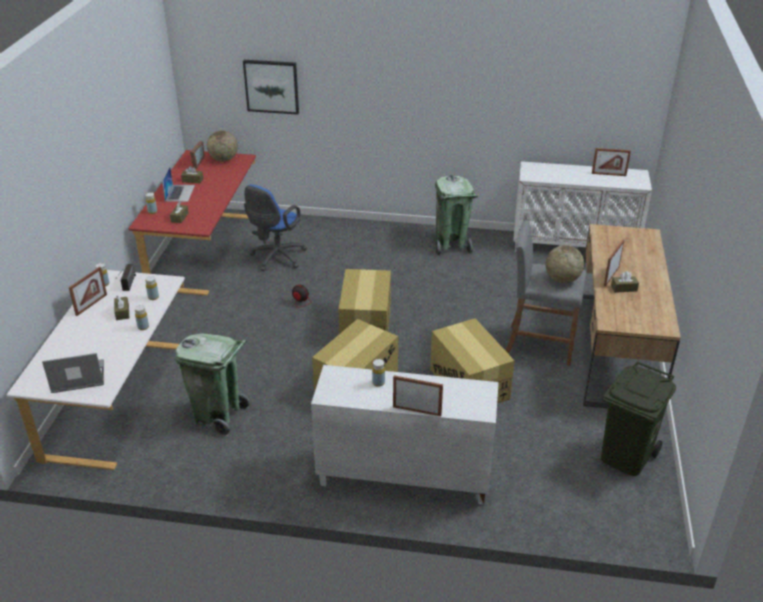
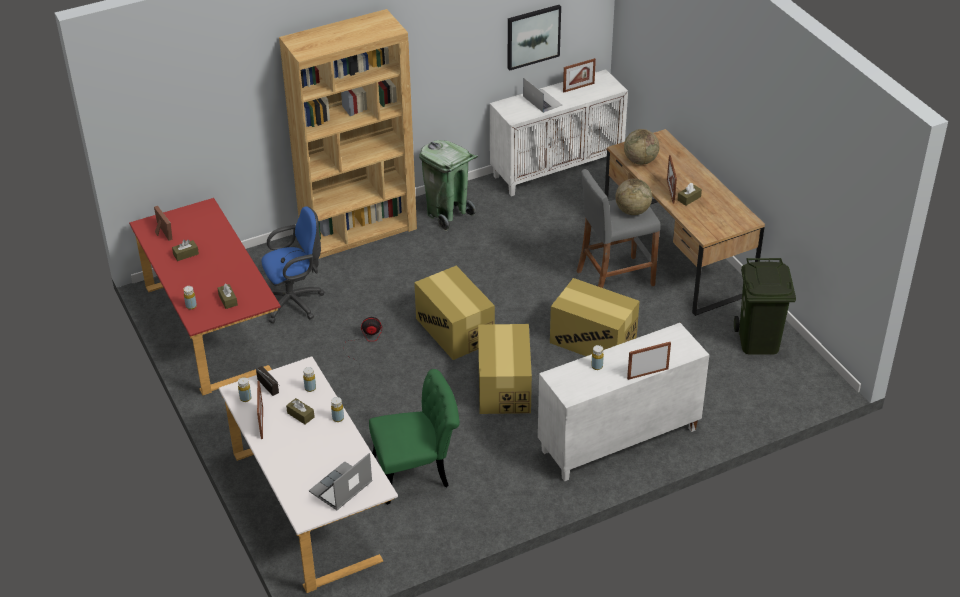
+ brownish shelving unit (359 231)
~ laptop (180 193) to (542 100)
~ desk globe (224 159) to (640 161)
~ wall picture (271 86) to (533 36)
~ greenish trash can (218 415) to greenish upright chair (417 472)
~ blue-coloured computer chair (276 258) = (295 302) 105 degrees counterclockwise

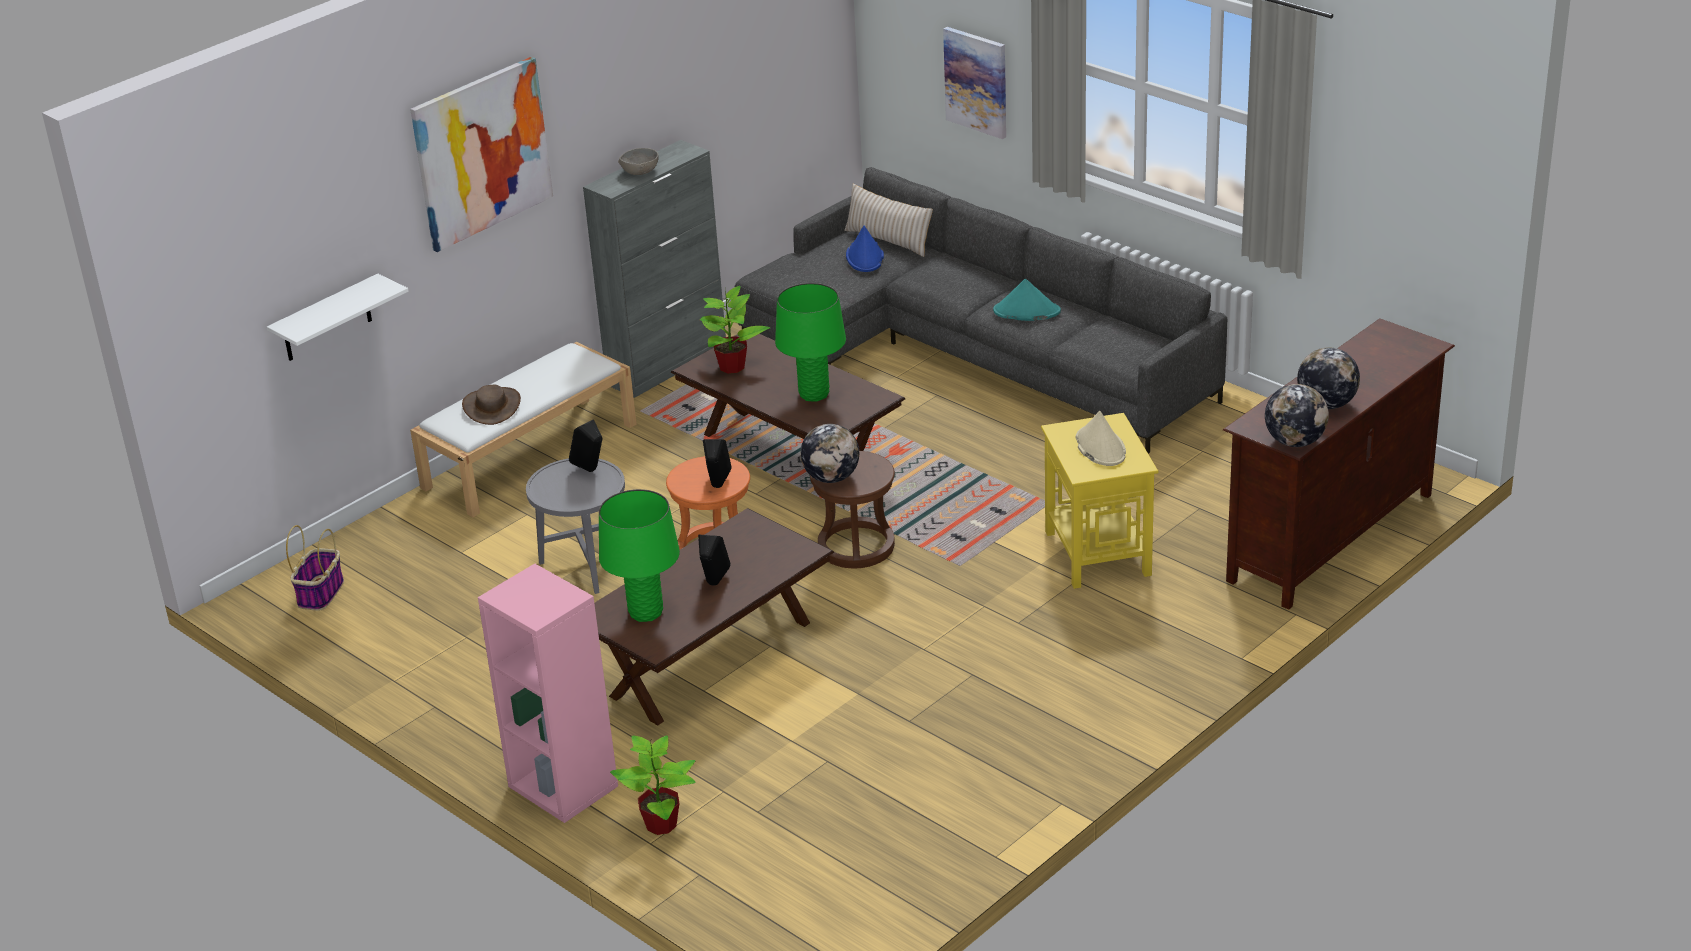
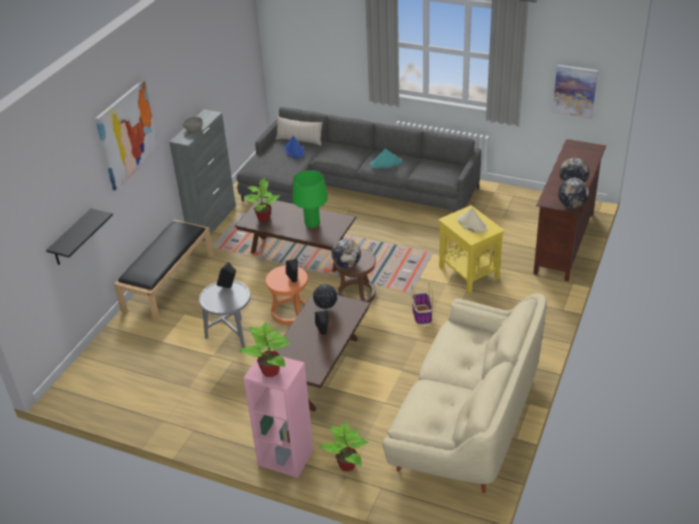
- brownish wearable hat (492 406)
- greenish lamp for a table (646 613)
+ potted plant (271 371)
+ desk globe (326 308)
+ sand-coloured sofa (465 418)
~ basket (320 593) to (421 314)
~ wall picture (976 82) to (575 91)
~ whitish bracket shelf (326 319) to black bracket shelf (71 238)
~ whitish bench (530 455) to black bench (169 281)

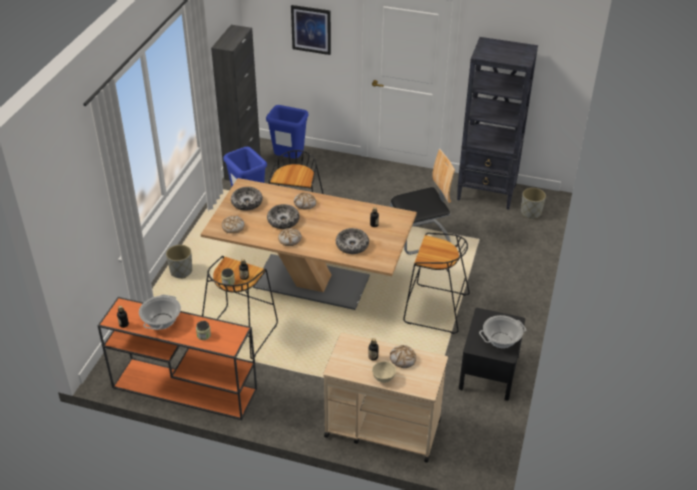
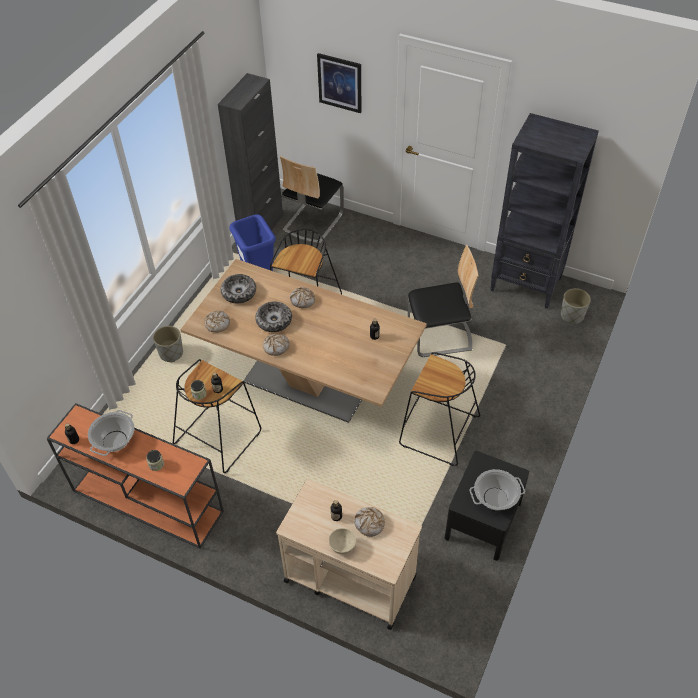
- serving bowl (352 245)
~ blue-coloured trash can (288 160) to upright chair (312 222)

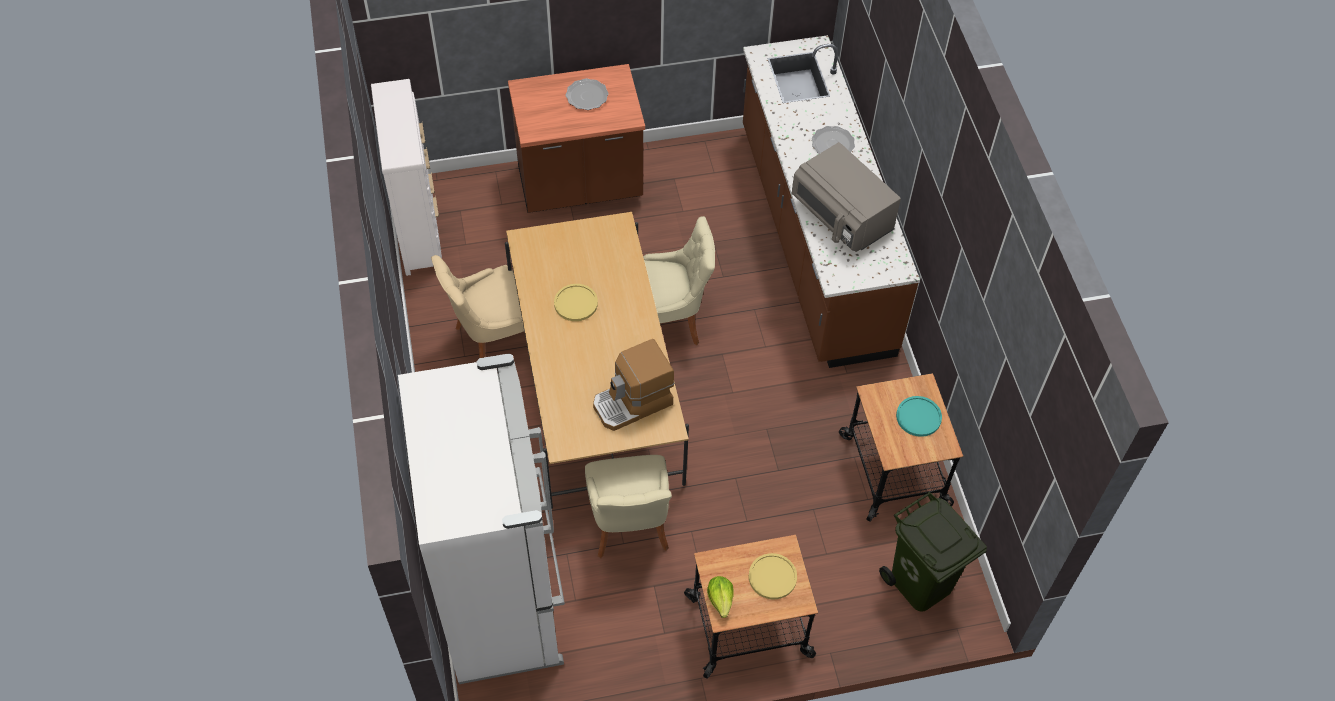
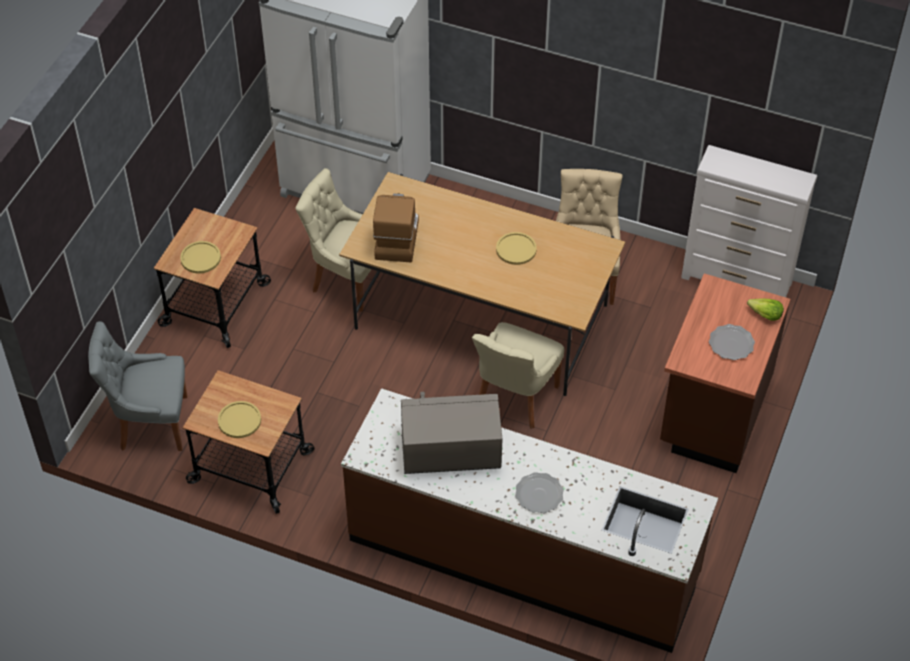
~ lettuce head (721 600) to (765 315)
~ greenish trash can (920 583) to gray upright chair (150 423)
~ turquoise plate (918 417) to yellow plate (239 420)

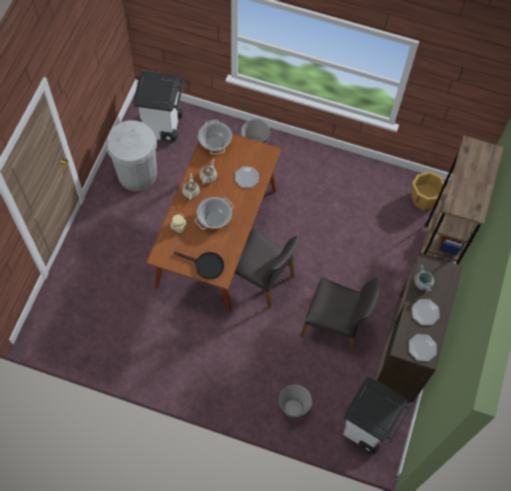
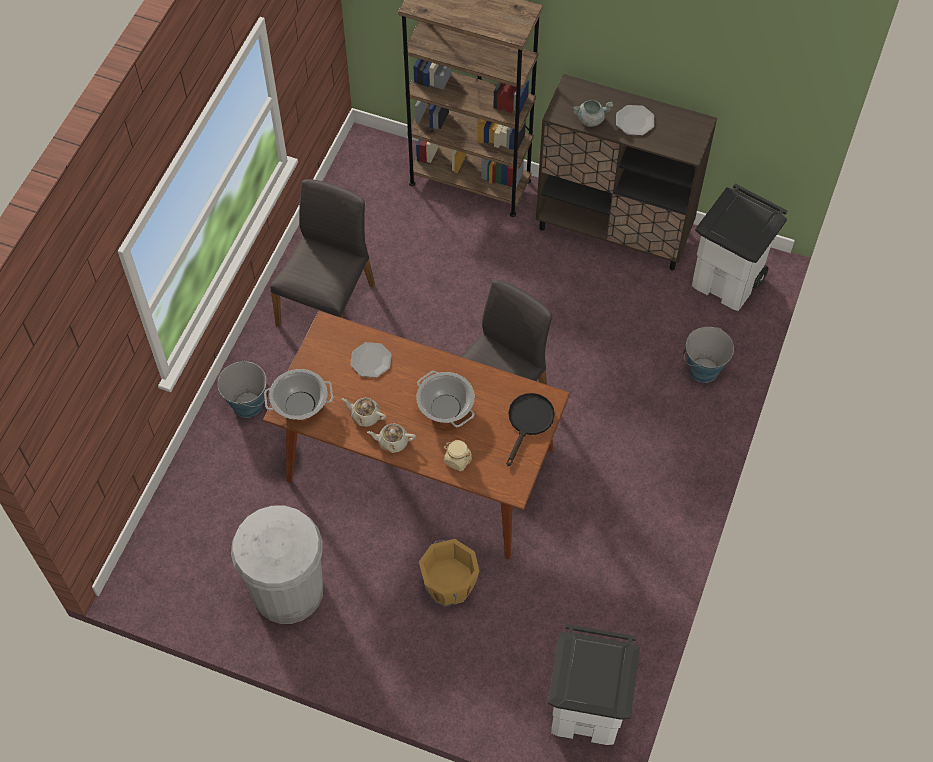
- plate (422 348)
~ whitish trash can (163 127) to (587 710)
~ gray upright chair (335 324) to (328 304)
~ orange bucket (423 198) to (448 585)

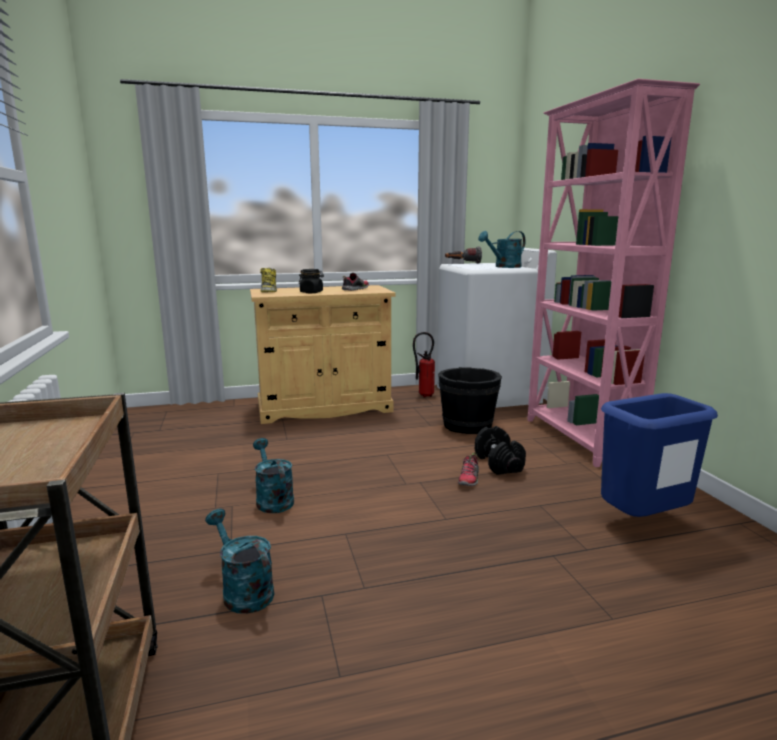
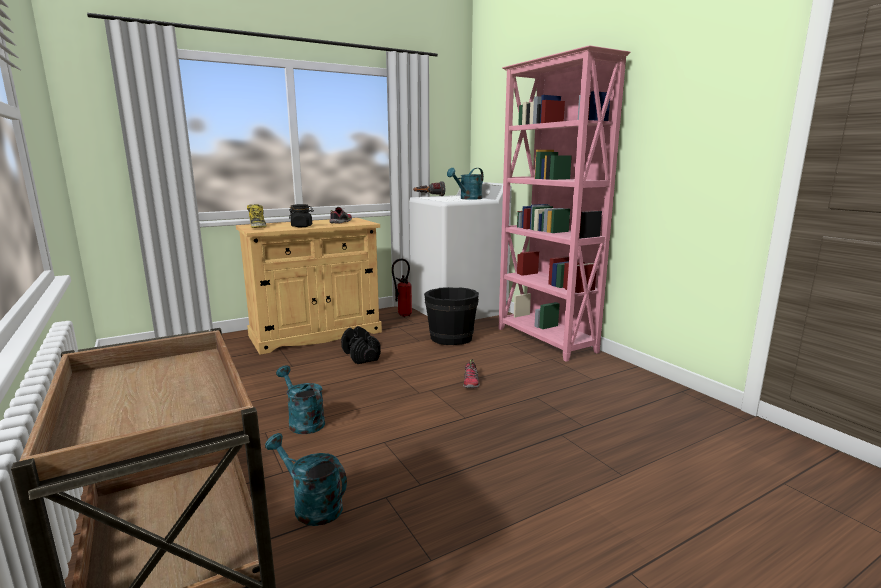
- blue-coloured trash can (643 523)
~ black hand weight (499 463) to (361 356)

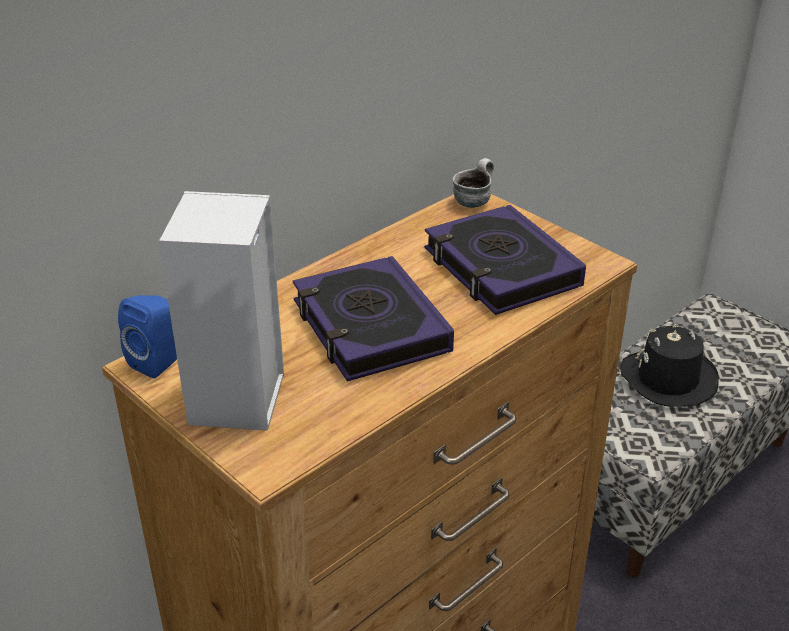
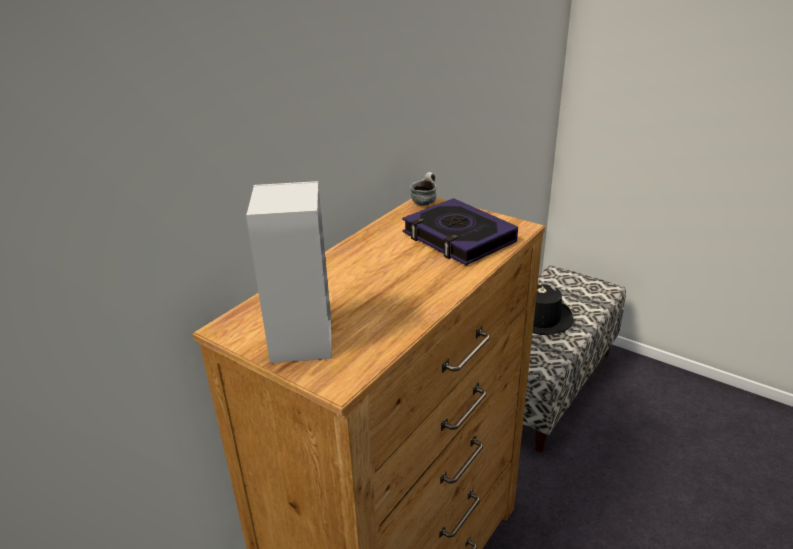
- blue-coloured loudspeaker (160 361)
- book (370 327)

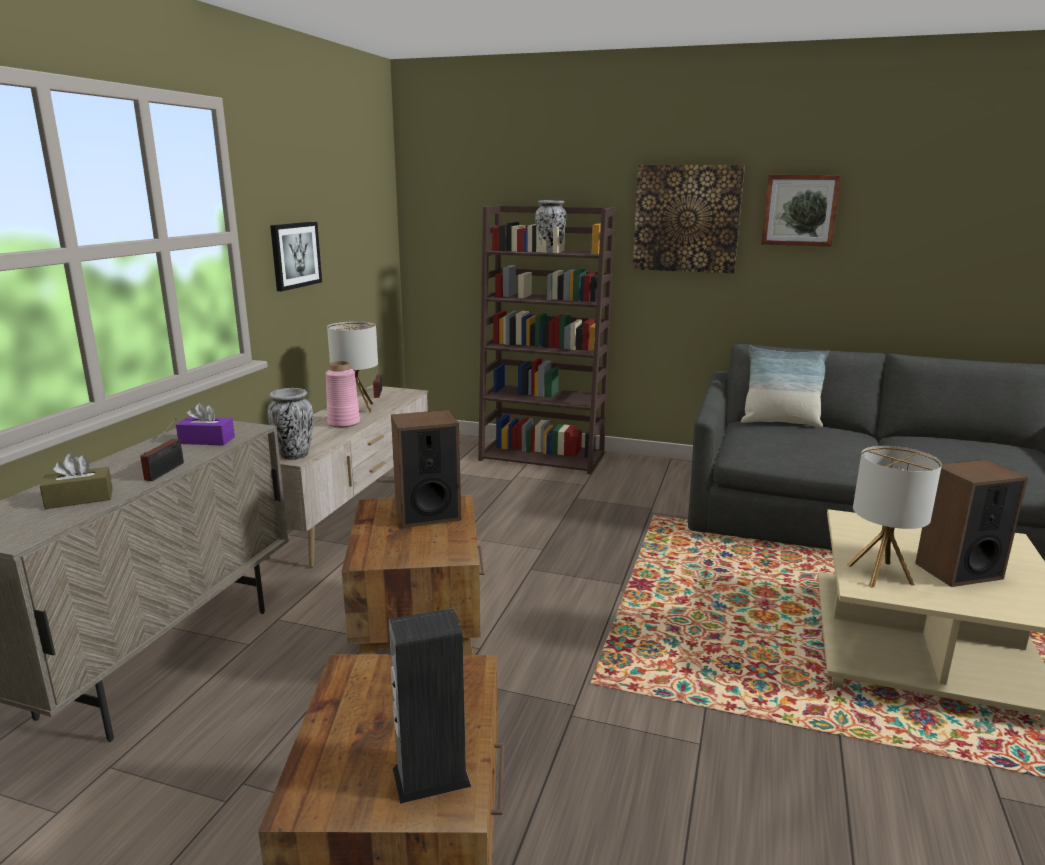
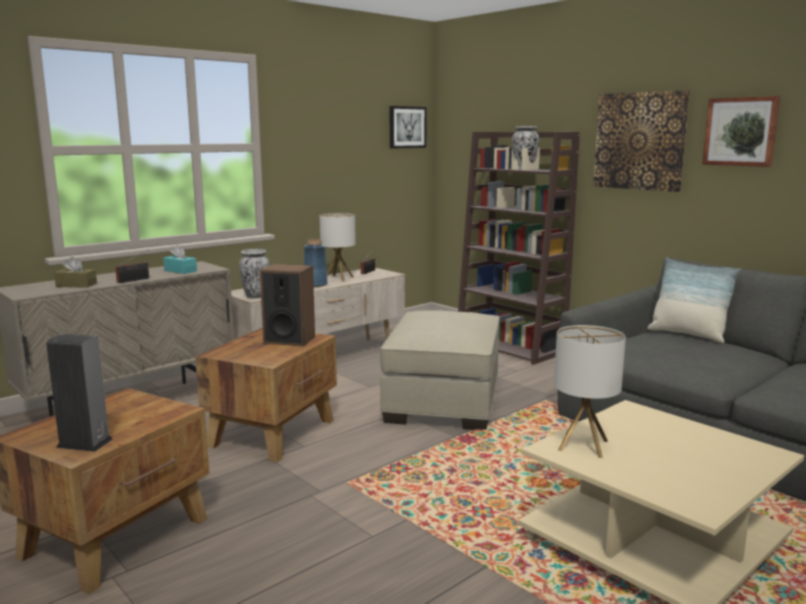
- loudspeaker (958 571)
+ sand-coloured ottoman (443 400)
~ wall picture (295 255) to (407 127)
~ purple tissue box (207 440) to turquoise tissue box (180 271)
~ pink decorative vase (343 423) to blue-coloured decorative vase (315 284)

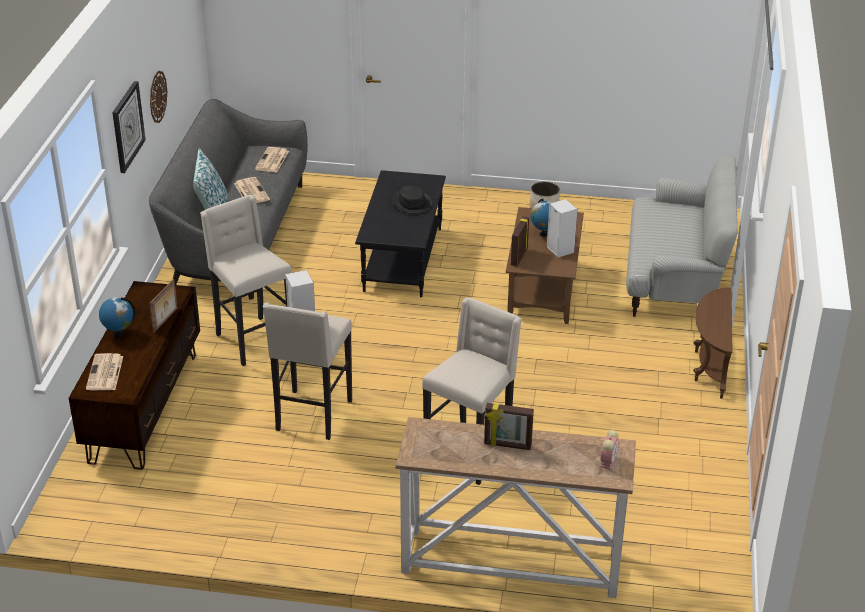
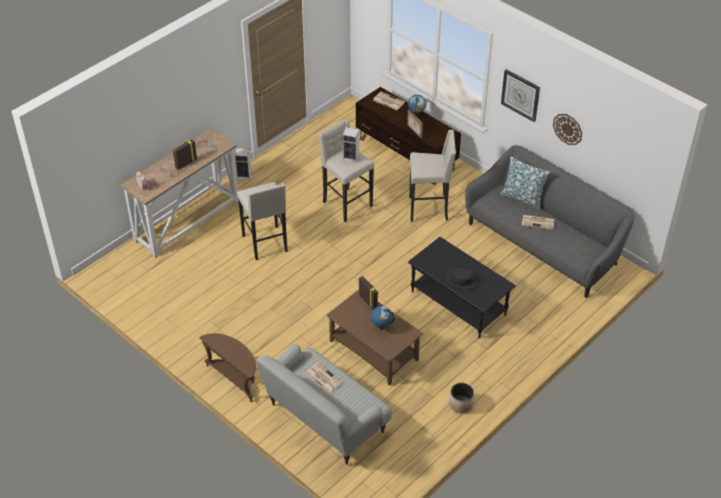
~ daily paper (272 161) to (323 377)
~ loudspeaker (559 249) to (245 175)

